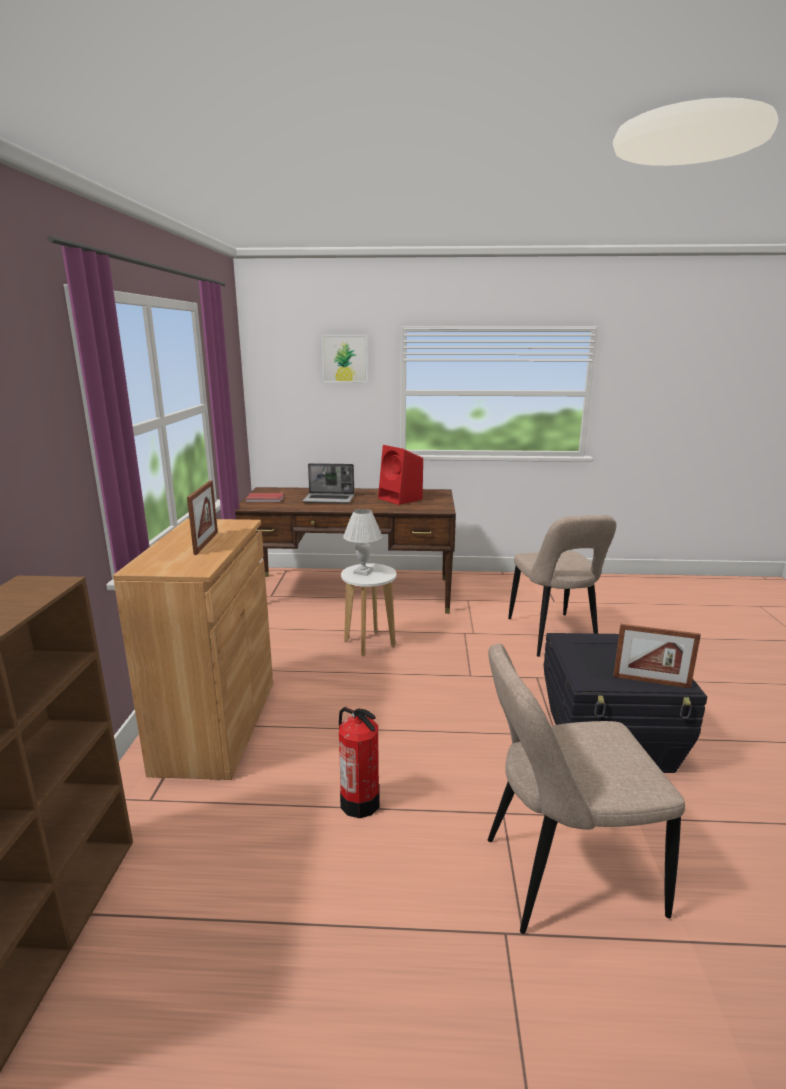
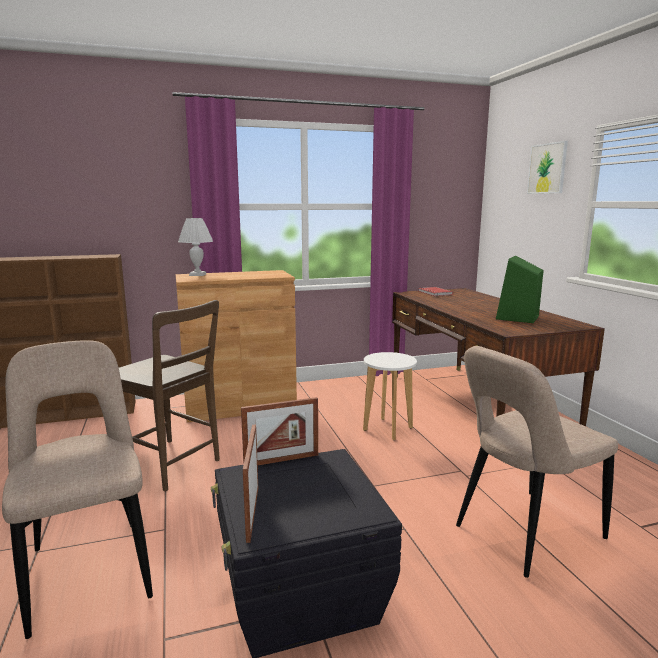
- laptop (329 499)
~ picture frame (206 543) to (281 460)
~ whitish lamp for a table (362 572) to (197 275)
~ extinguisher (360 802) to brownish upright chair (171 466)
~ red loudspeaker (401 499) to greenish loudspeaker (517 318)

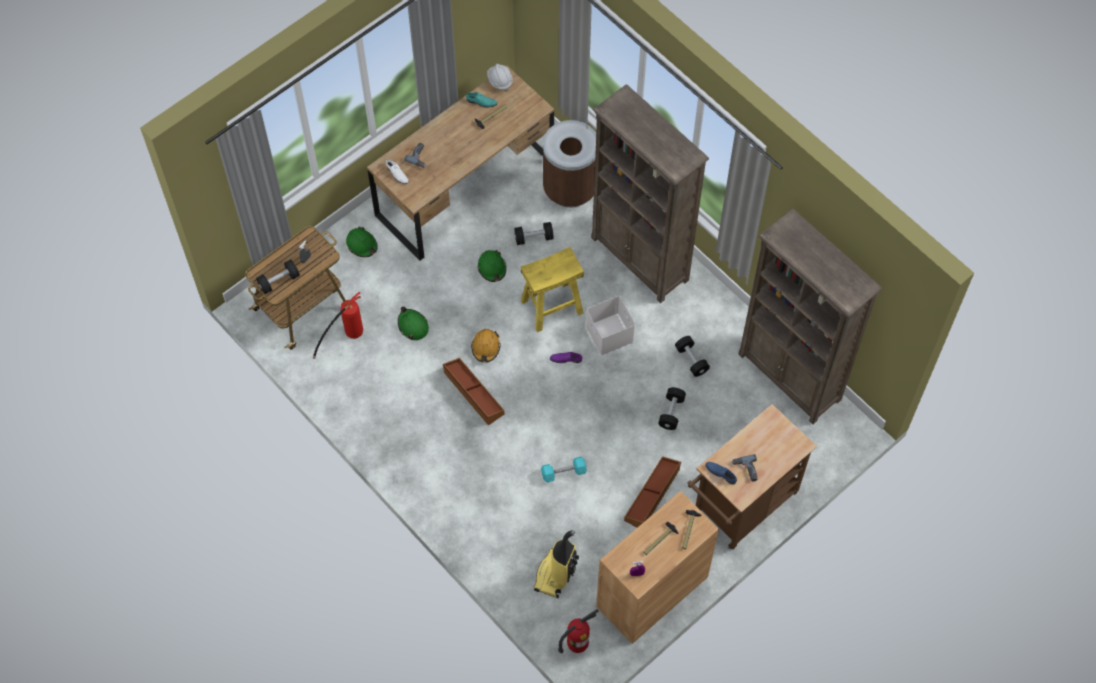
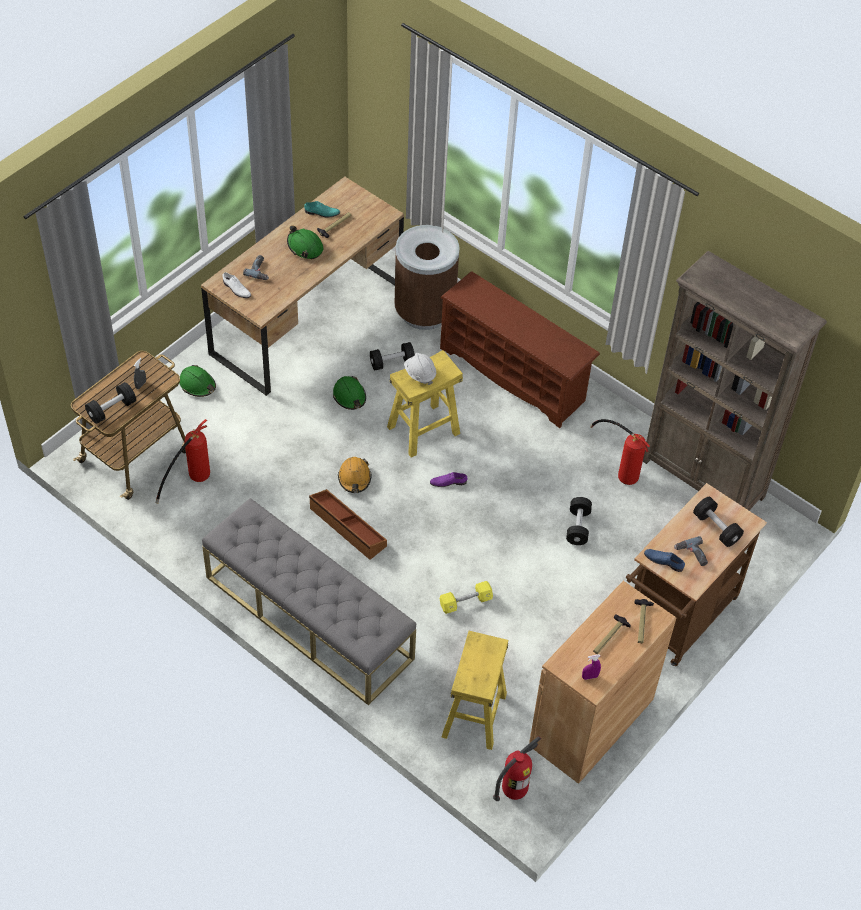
- whitish storage box (610 334)
- brownish storage box (653 495)
+ gray bench (308 617)
+ extinguisher (620 469)
~ greenish hard hat (413 326) to (305 247)
~ whitish hard hat (500 81) to (420 374)
~ black hand weight (691 360) to (716 528)
~ vacuum cleaner (555 575) to yellow sitting stool (474 715)
~ brownish shelving unit (640 259) to brownish shoe stand (514 374)
~ turquoise hand weight (563 472) to yellow hand weight (465 602)

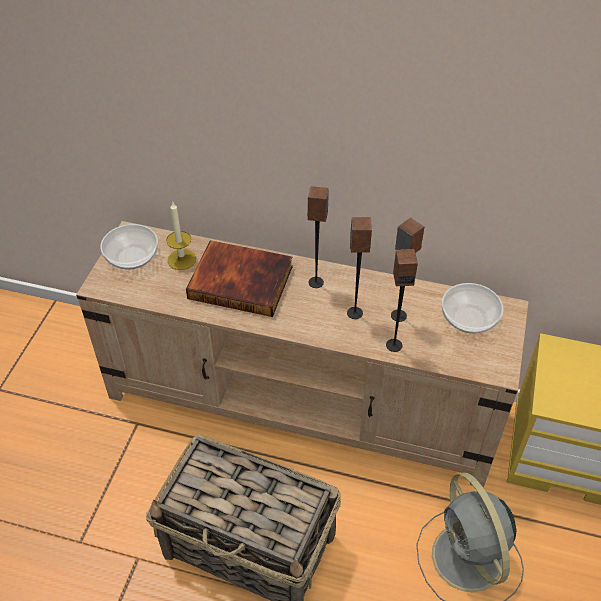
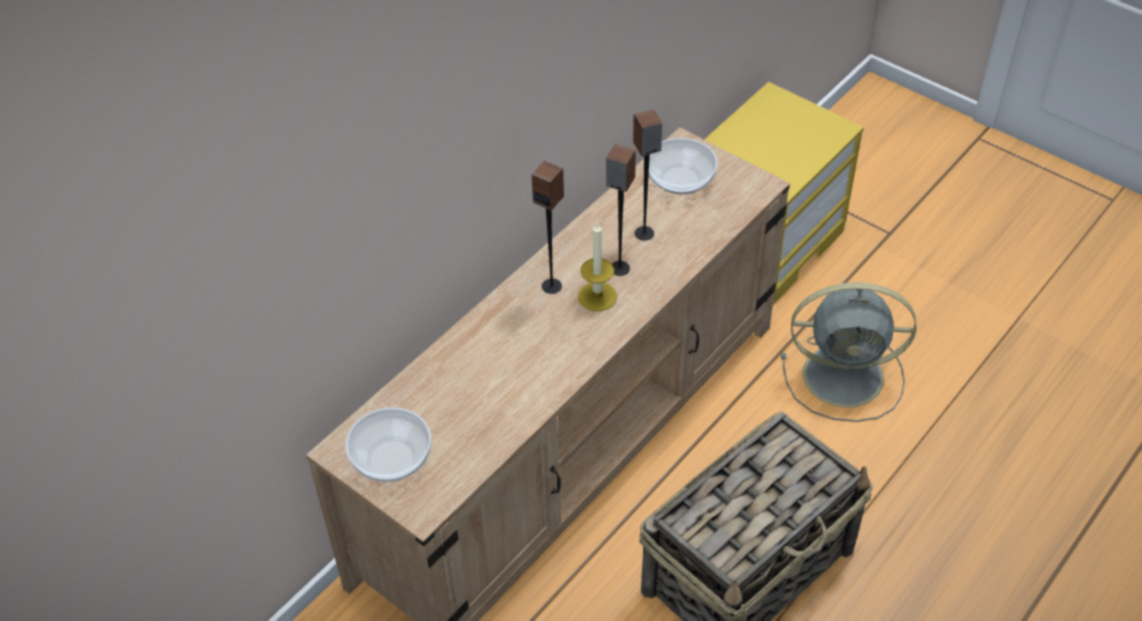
- book (242 281)
- loudspeaker (394 345)
~ candle (181 259) to (597 296)

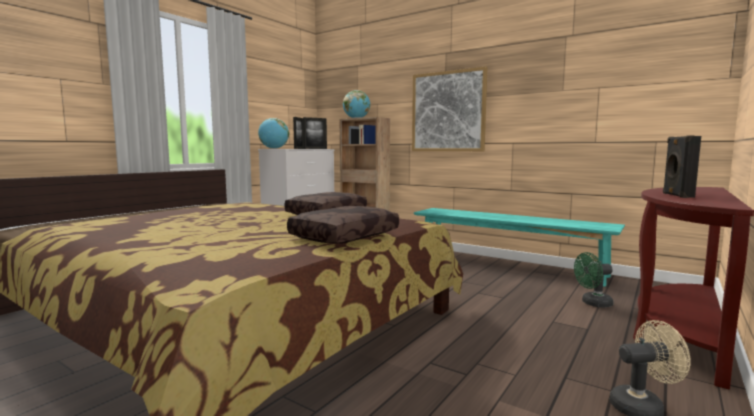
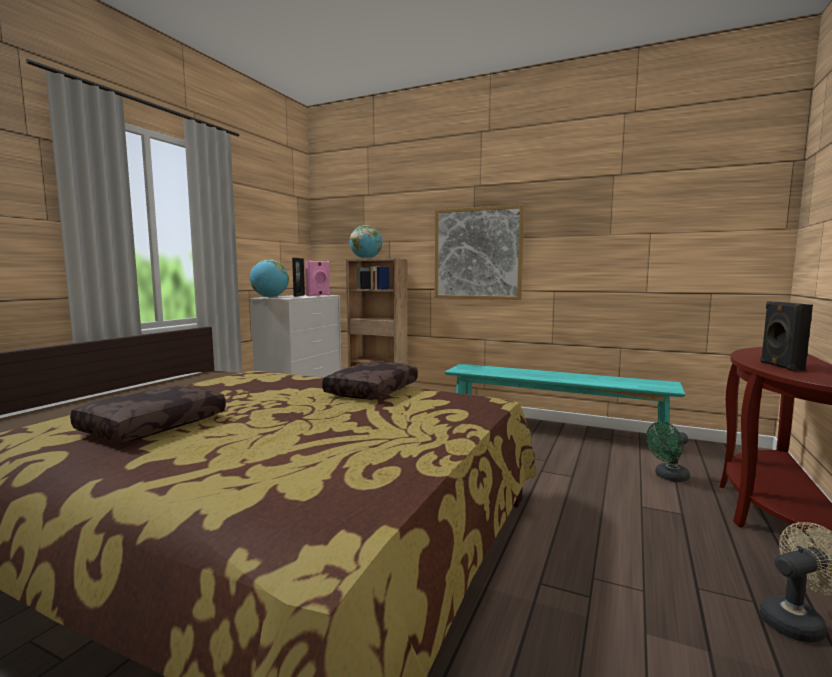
~ brownish cushion (344 236) to (154 425)
~ picture frame (315 148) to pink loudspeaker (318 295)

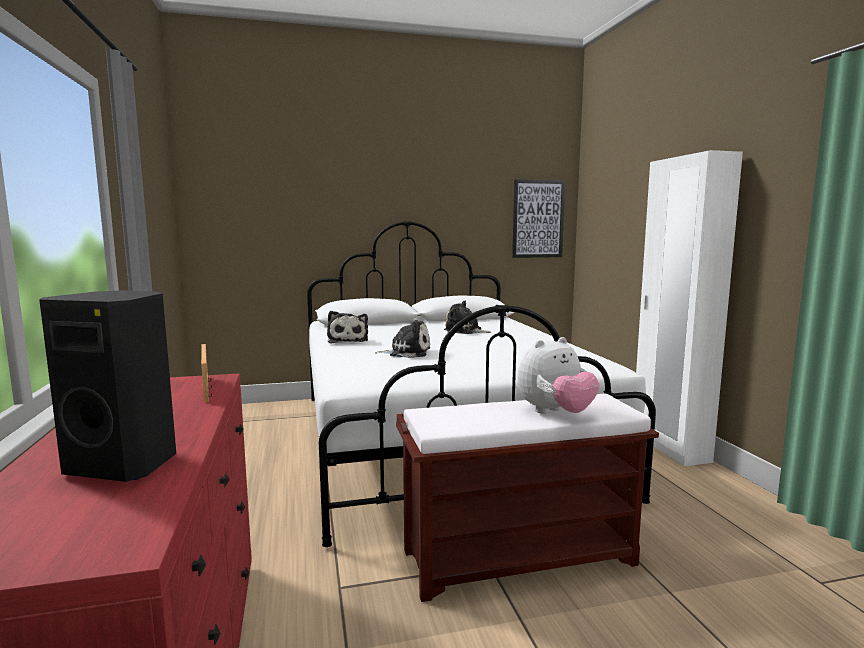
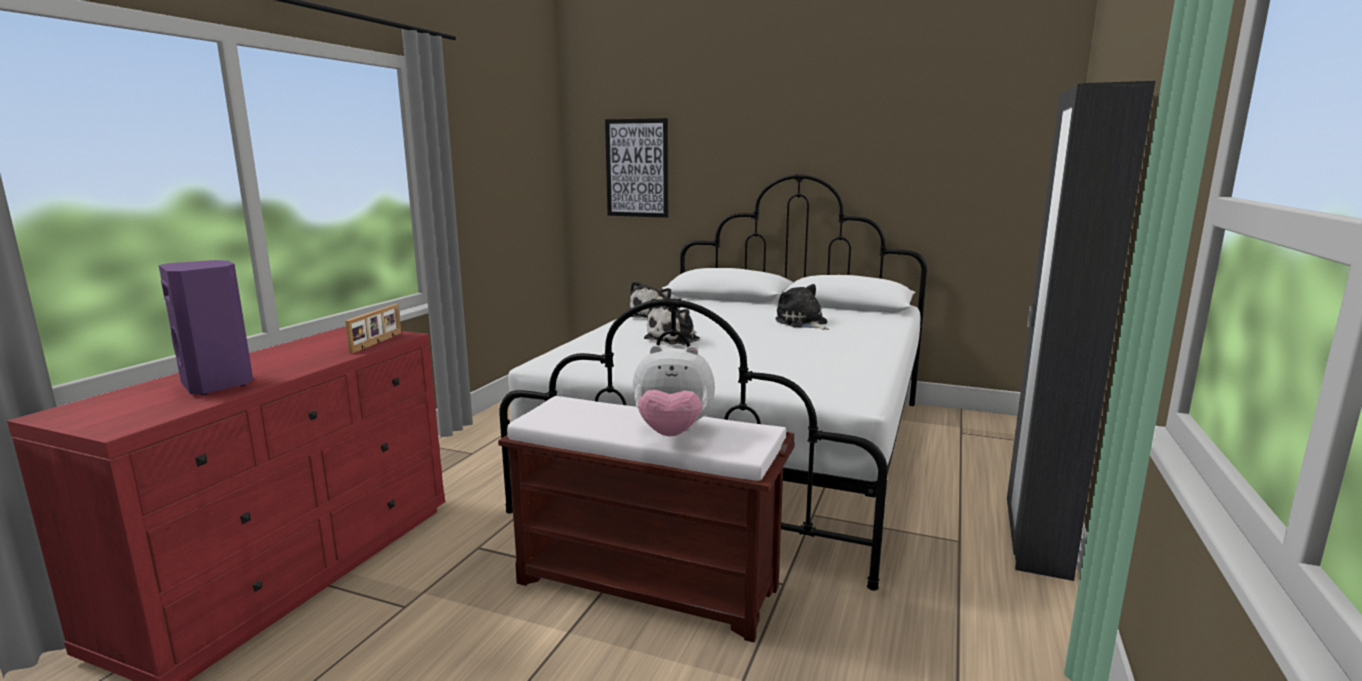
~ wall picture (538 219) to (637 168)
~ black loudspeaker (125 464) to purple loudspeaker (218 385)
~ whitish armoire (669 448) to black armoire (1036 542)
~ cuddly toy (407 353) = (675 339) 90 degrees clockwise

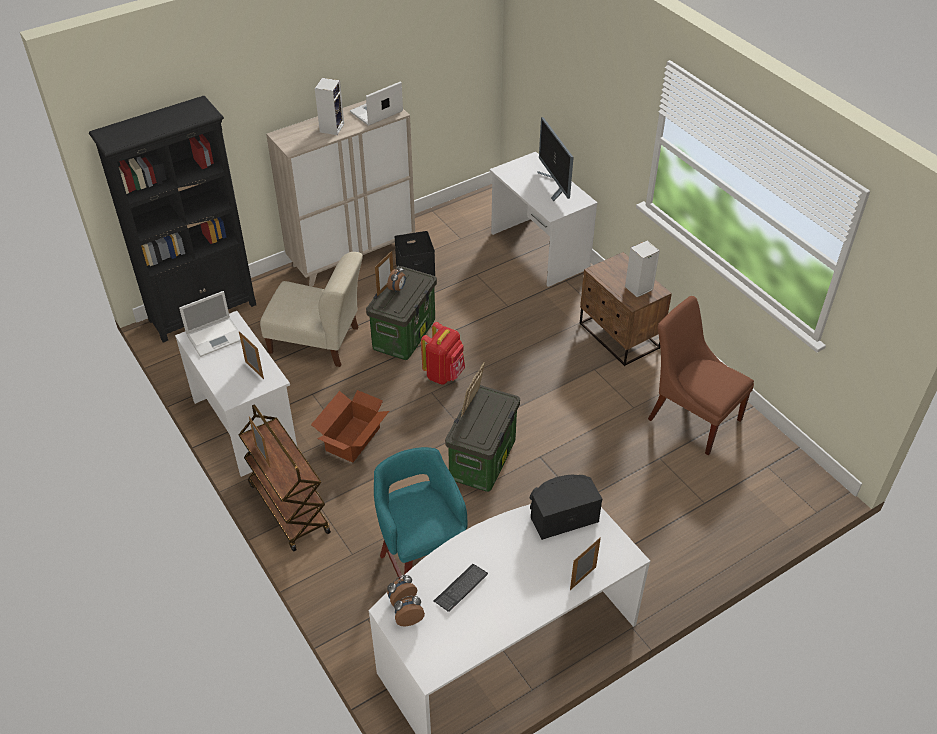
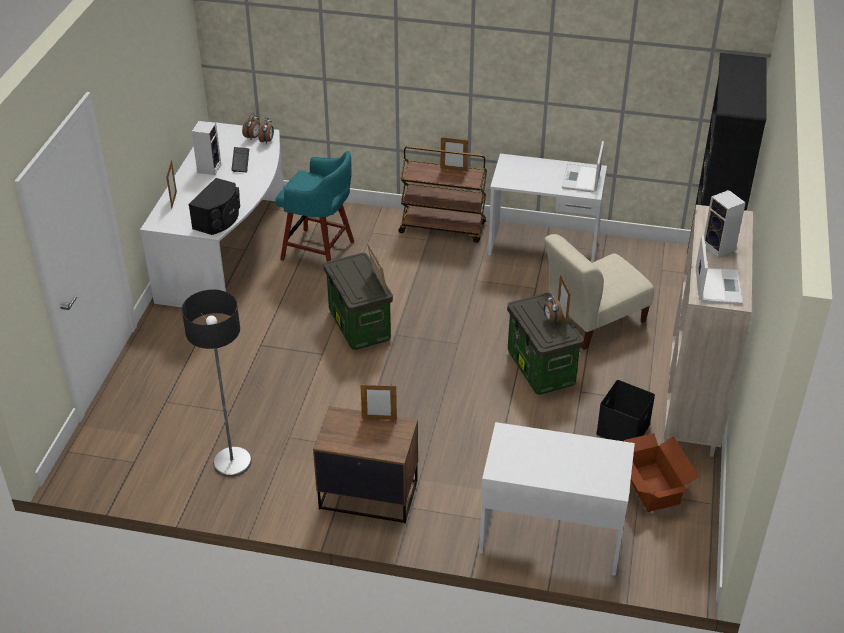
- red knapsack (444 374)
- computer display (555 185)
~ picture frame (254 370) to (379 419)
~ cardboard box (352 439) to (652 487)
~ loudspeaker (638 289) to (209 168)
~ brownish upright chair (691 416) to standard lamp (232 462)

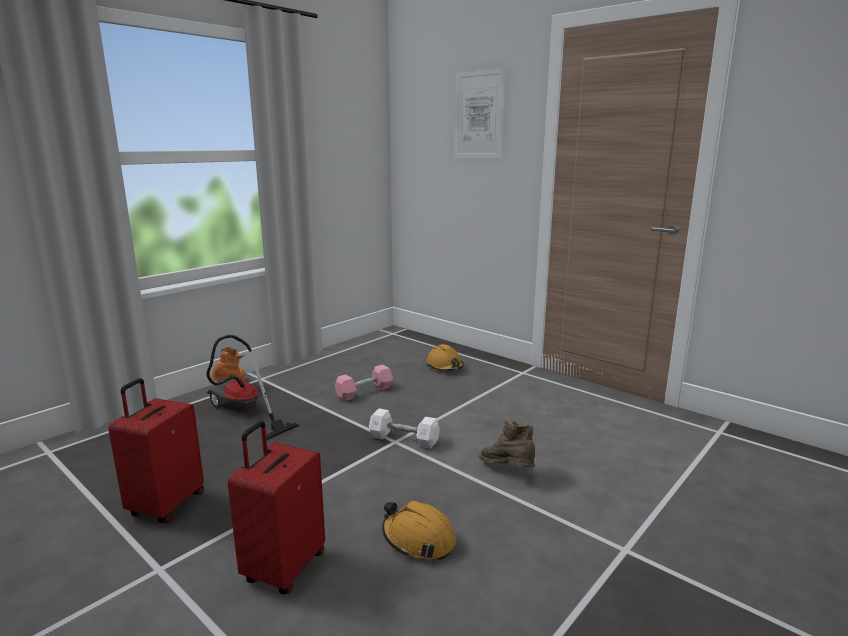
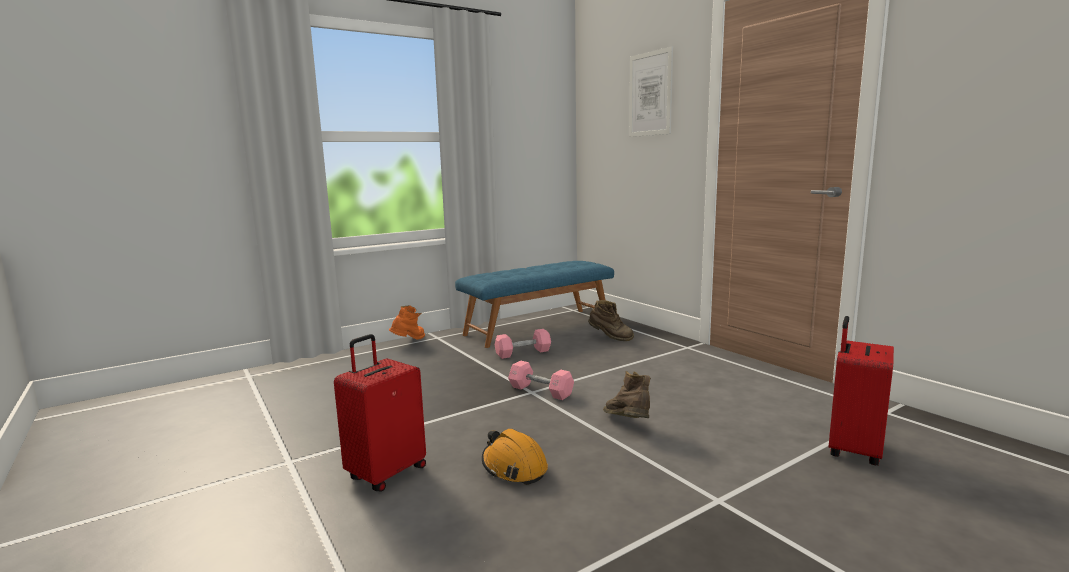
- vacuum cleaner (242 413)
+ blue-coloured bench (538 327)
~ red travel case (166 505) to (852 450)
~ orange hard hat (445 366) to brownish high-top boot (610 338)
~ whitish hand weight (404 439) to pink hand weight (540 391)

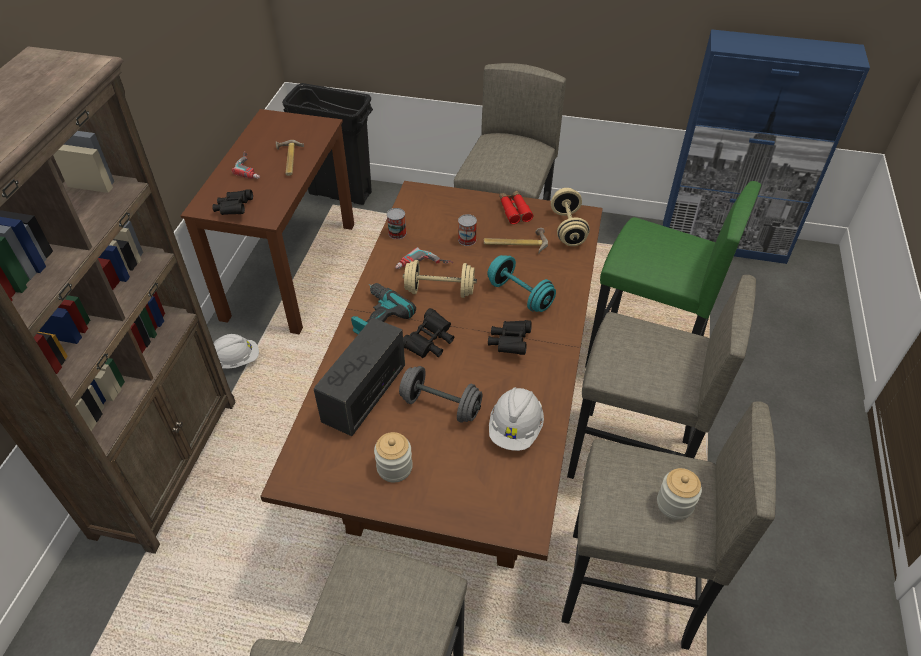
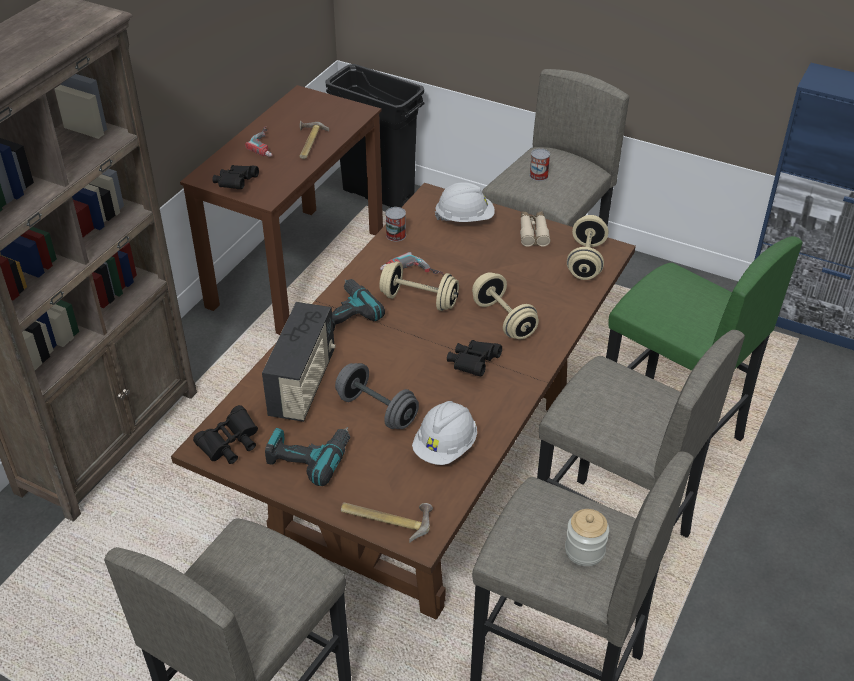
~ whitish hard hat (236 360) to (465 218)
~ black pair of binoculars (430 343) to (230 445)
~ metal can (467 240) to (538 175)
~ hammer (515 243) to (386 518)
~ jar (394 467) to power drill (309 457)
~ turquoise hand weight (520 295) to sand-coloured hand weight (503 319)
~ red pair of binoculars (514 210) to sand-coloured pair of binoculars (533 232)
~ radio receiver (364 394) = (303 384) 150 degrees clockwise

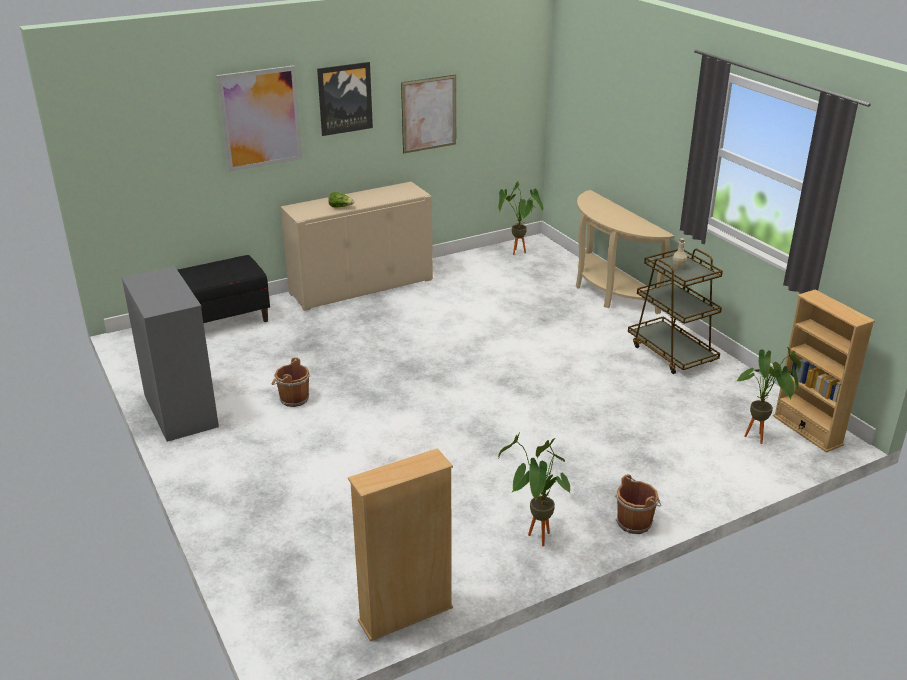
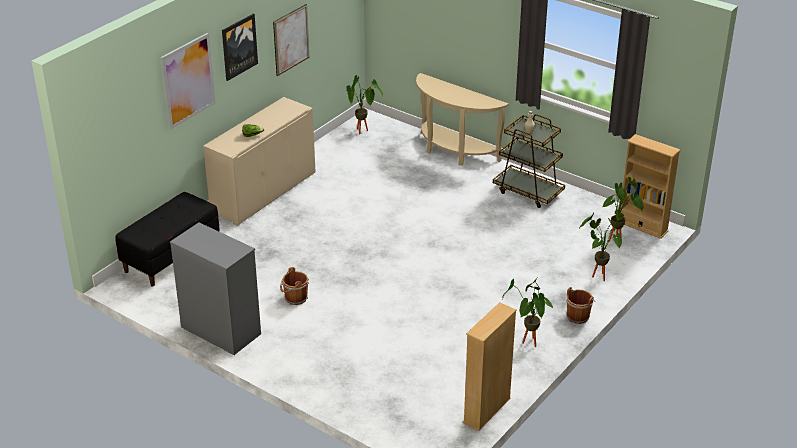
+ potted plant (598 275)

